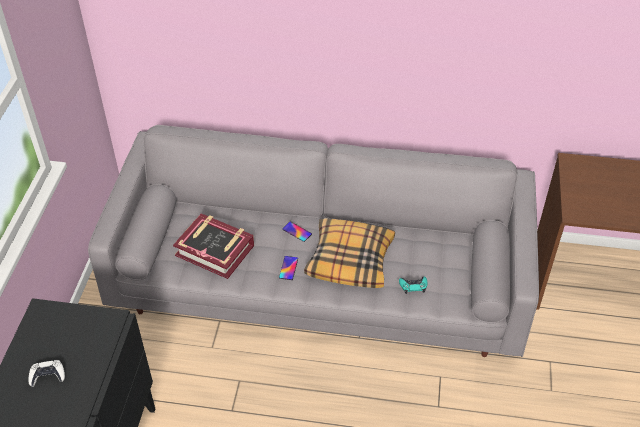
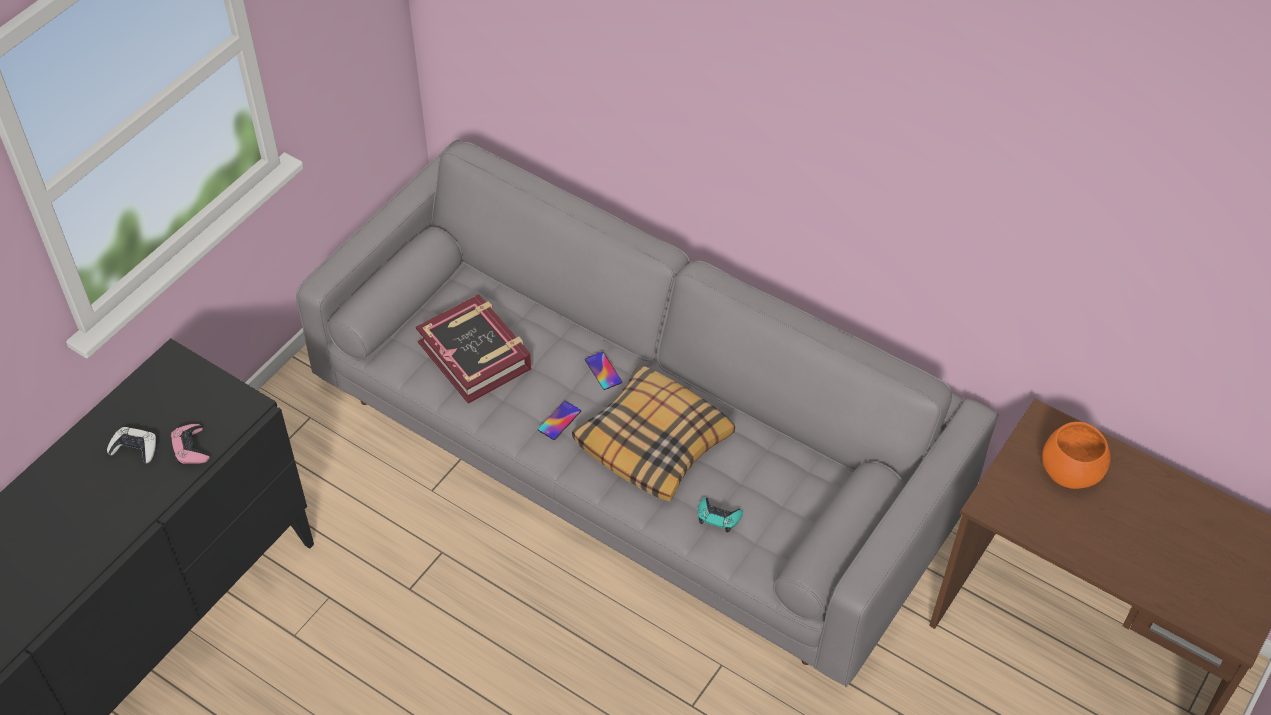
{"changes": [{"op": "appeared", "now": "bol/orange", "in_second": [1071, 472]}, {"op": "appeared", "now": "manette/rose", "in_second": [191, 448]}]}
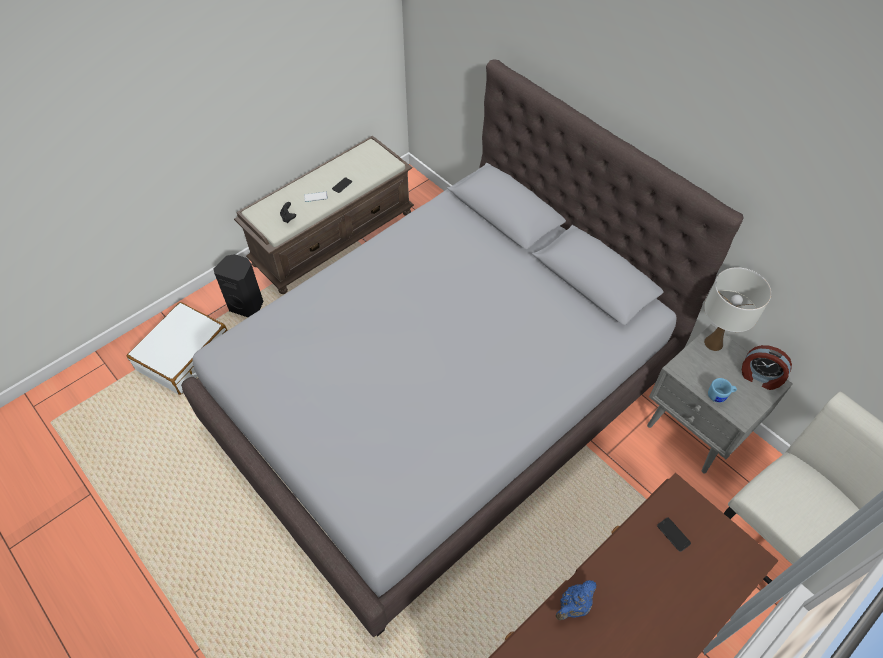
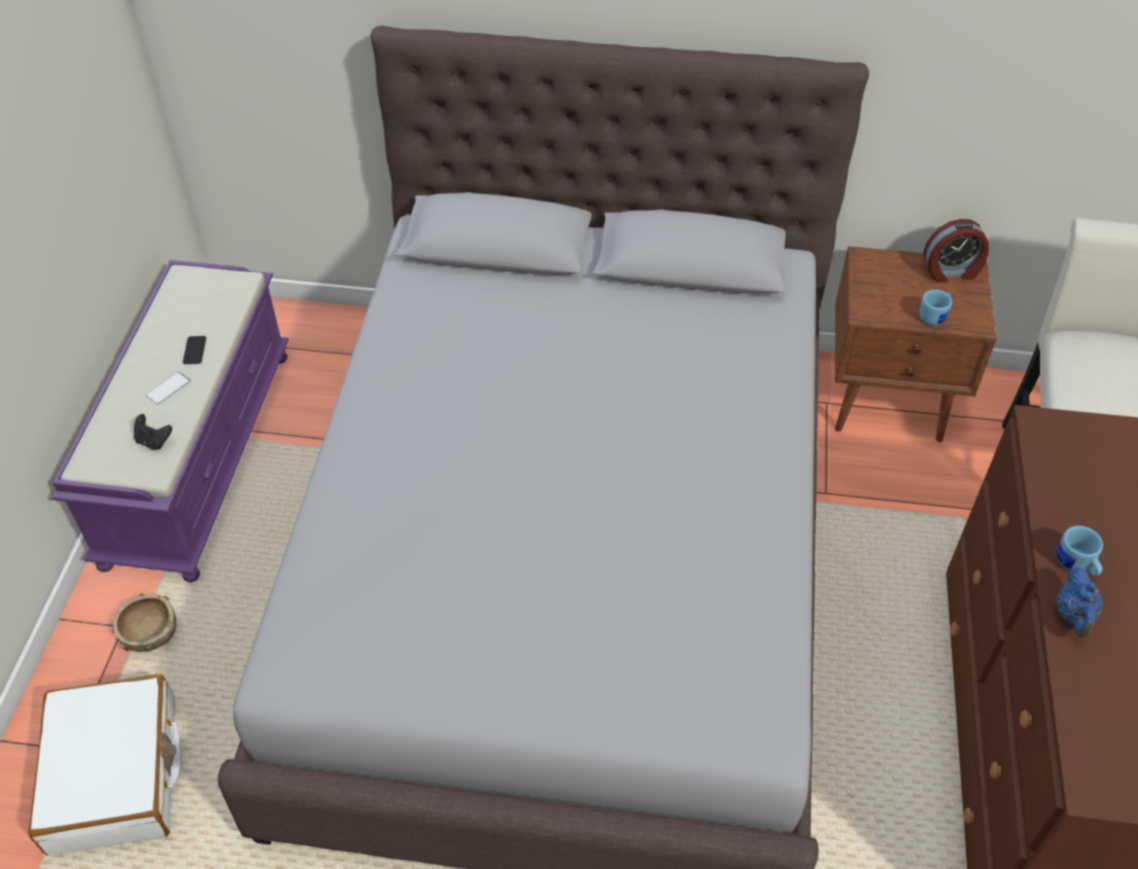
{"changes": [{"op": "colour", "was": "banc/marron", "now": "banc/violet", "in_first": [334, 237], "in_second": [198, 454]}, {"op": "exchanged", "was": "enceinte/noir", "now": "bol/marron", "in_first": [247, 305], "in_second": [150, 633]}, {"op": "missing", "was": "lampe de table/blanc", "in_first": [713, 343]}, {"op": "colour", "was": "table de chevet/gris", "now": "table de chevet/marron", "in_first": [695, 430], "in_second": [889, 401]}, {"op": "missing", "was": "téléphone", "in_first": [673, 534]}, {"op": "appeared", "now": "mug/bleu", "in_second": [1076, 566]}]}
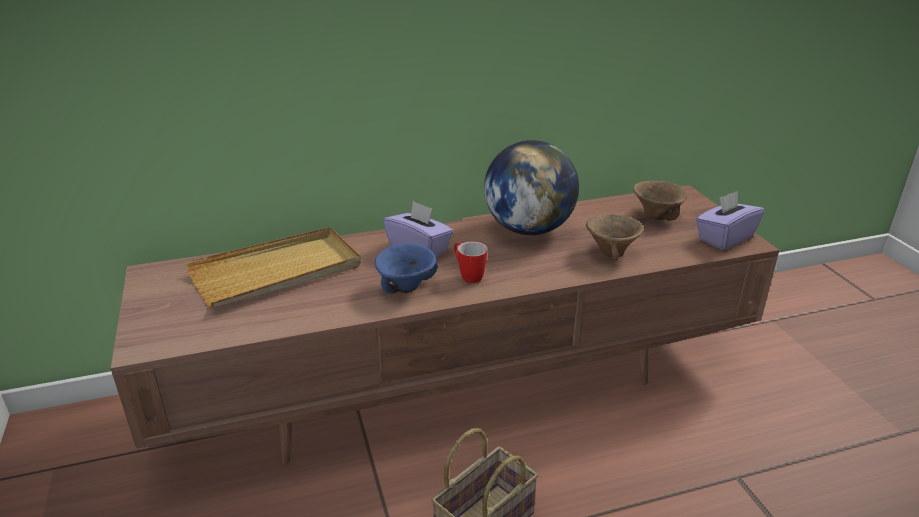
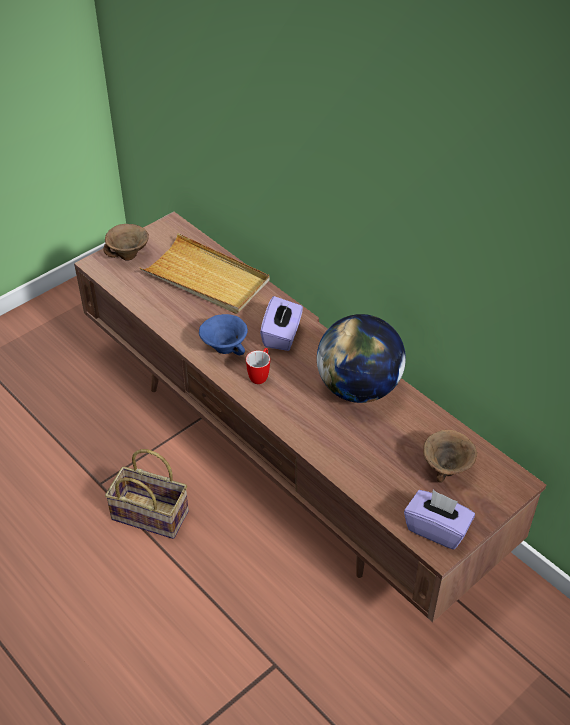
{"changes": [{"op": "relocated", "was": "bol/marron", "in_first": [612, 253], "in_second": [128, 256]}]}
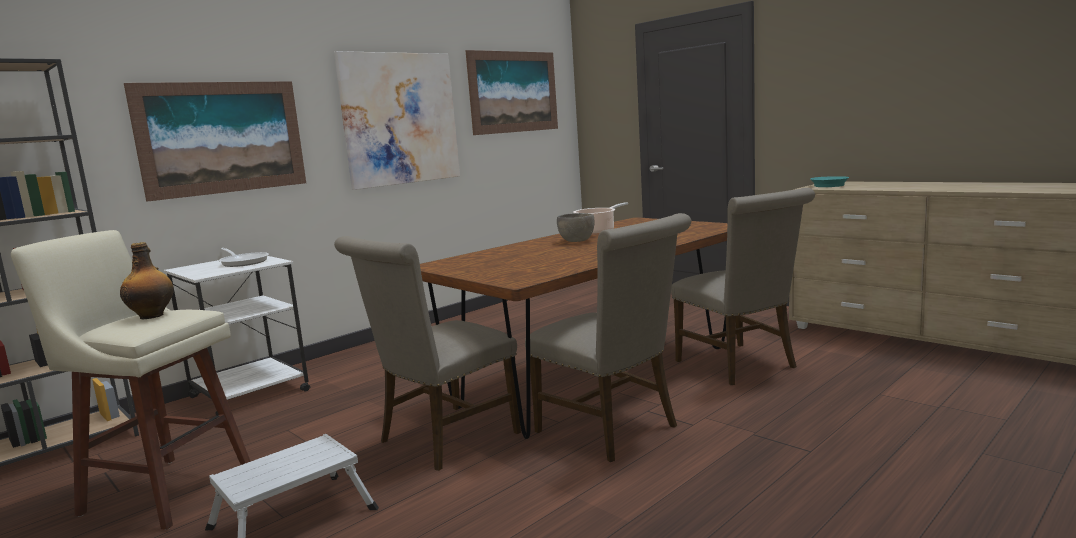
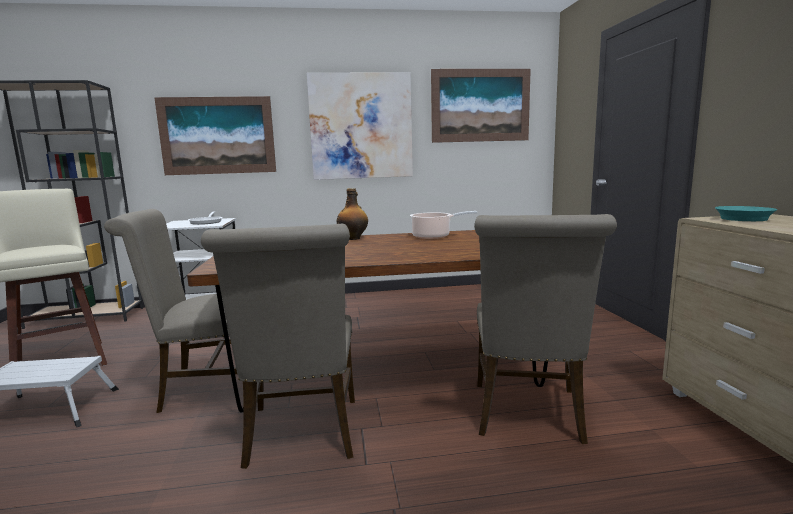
{"changes": [{"op": "missing", "was": "bol/gris", "in_first": [576, 241]}, {"op": "relocated", "was": "bouteille", "in_first": [152, 316], "in_second": [353, 238]}]}
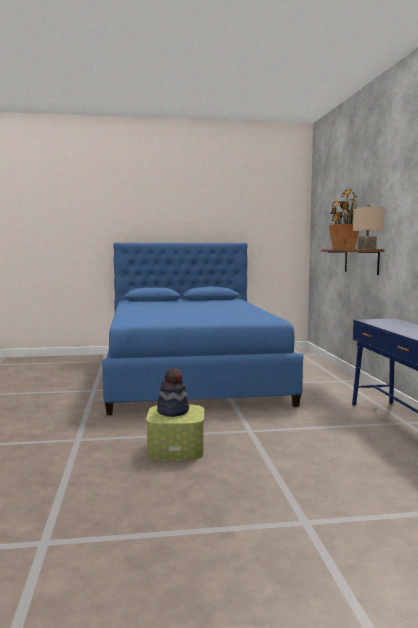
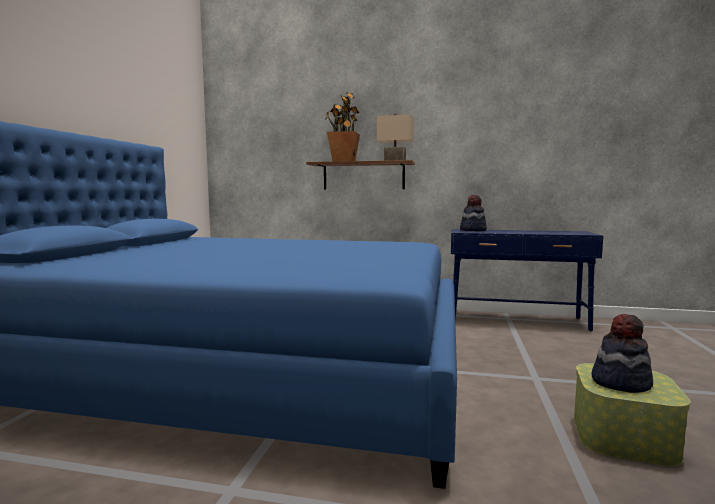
{"changes": [{"op": "appeared", "now": "chapeau", "in_second": [472, 230]}]}
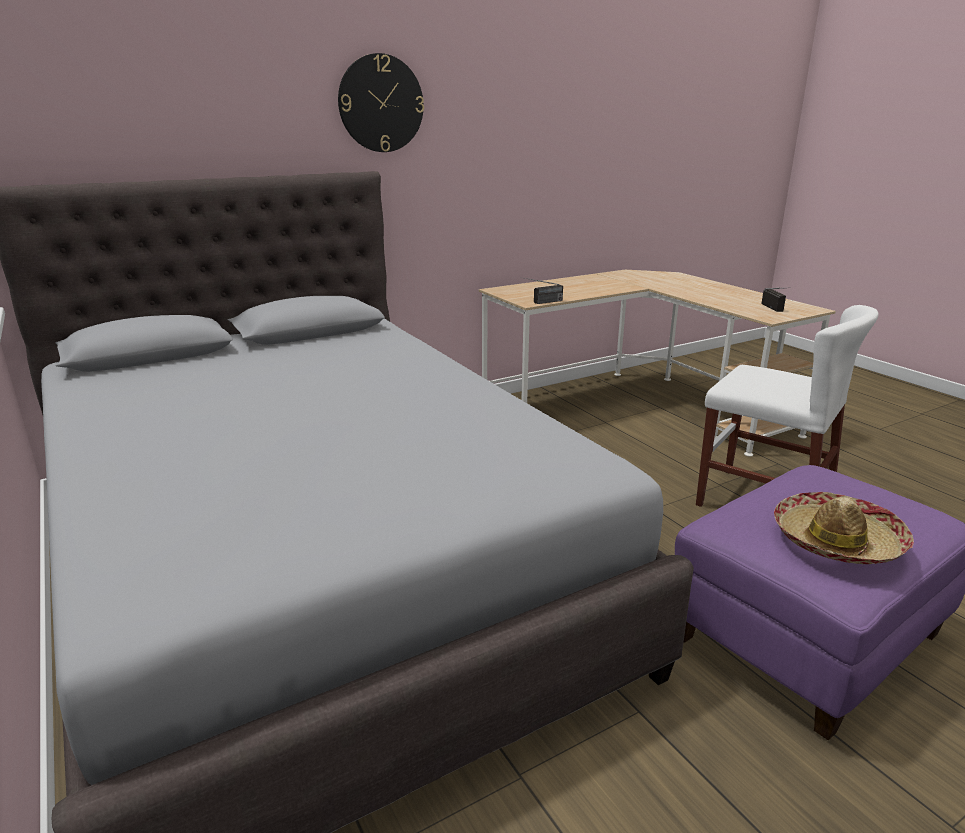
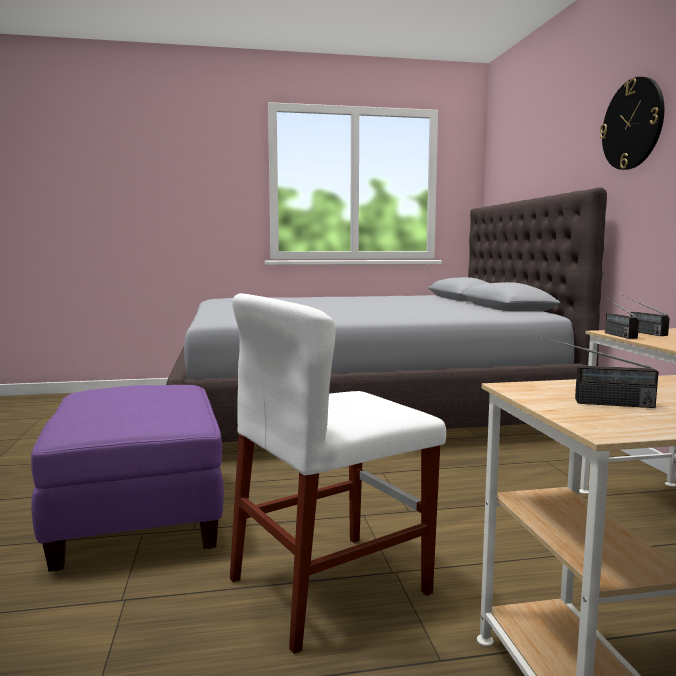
{"changes": [{"op": "missing", "was": "chapeau", "in_first": [837, 541]}, {"op": "appeared", "now": "radio", "in_second": [638, 332]}]}
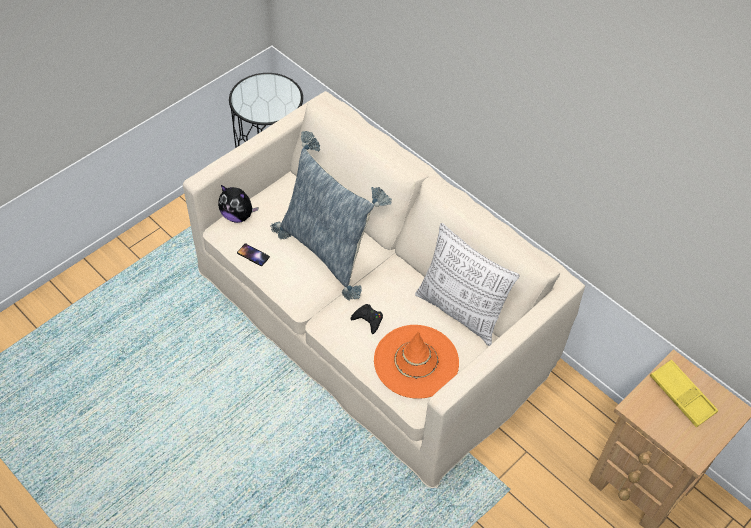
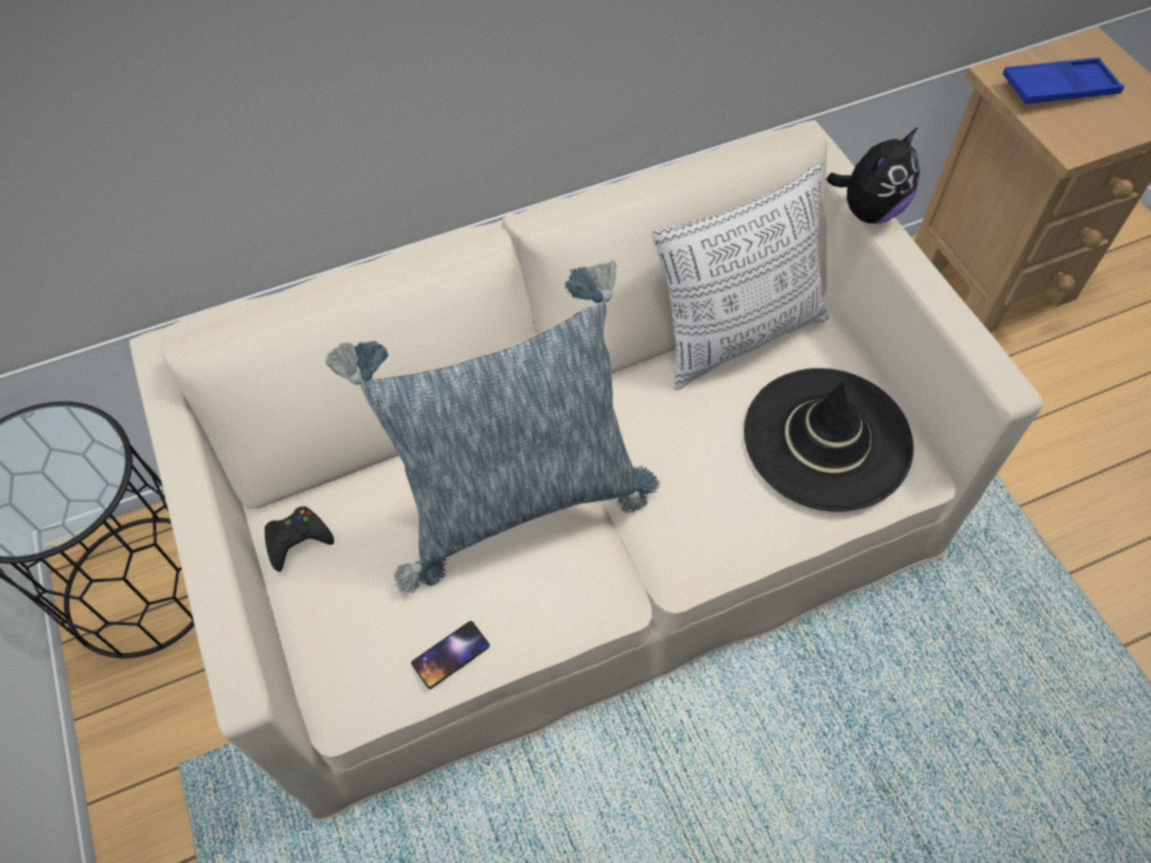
{"changes": [{"op": "relocated", "was": "peluche", "in_first": [238, 216], "in_second": [869, 210]}, {"op": "relocated", "was": "manette/noir", "in_first": [368, 320], "in_second": [297, 540]}, {"op": "colour", "was": "chapeau/orange", "now": "chapeau/noir", "in_first": [416, 362], "in_second": [827, 439]}, {"op": "colour", "was": "plateau/jaune", "now": "plateau/bleu", "in_first": [682, 396], "in_second": [1058, 88]}]}
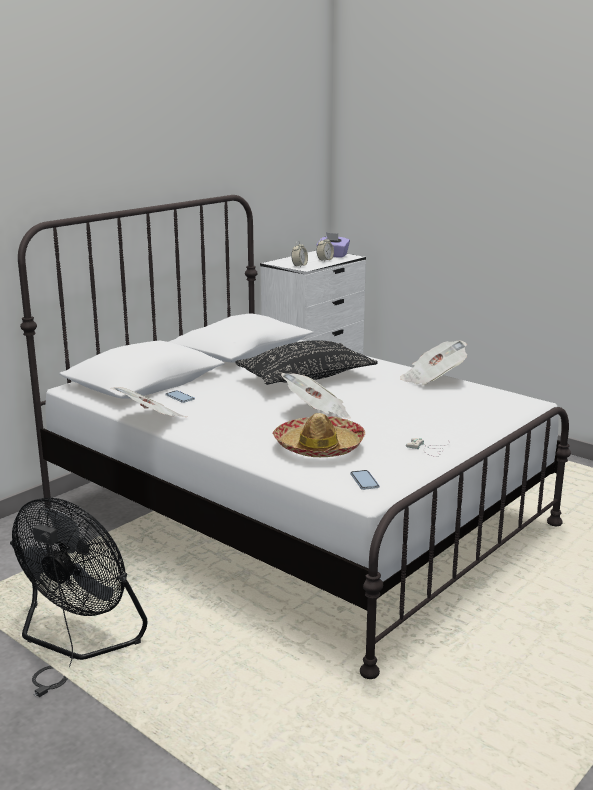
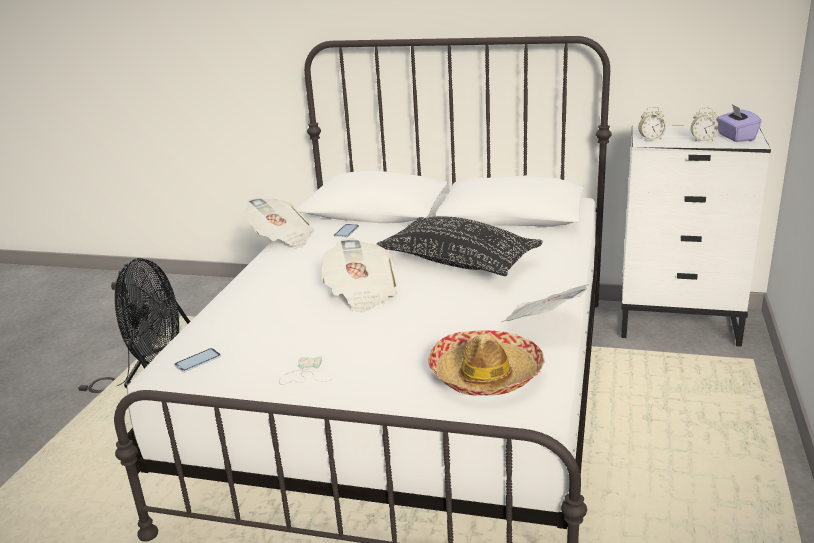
{"changes": [{"op": "relocated", "was": "chapeau", "in_first": [319, 447], "in_second": [485, 374]}]}
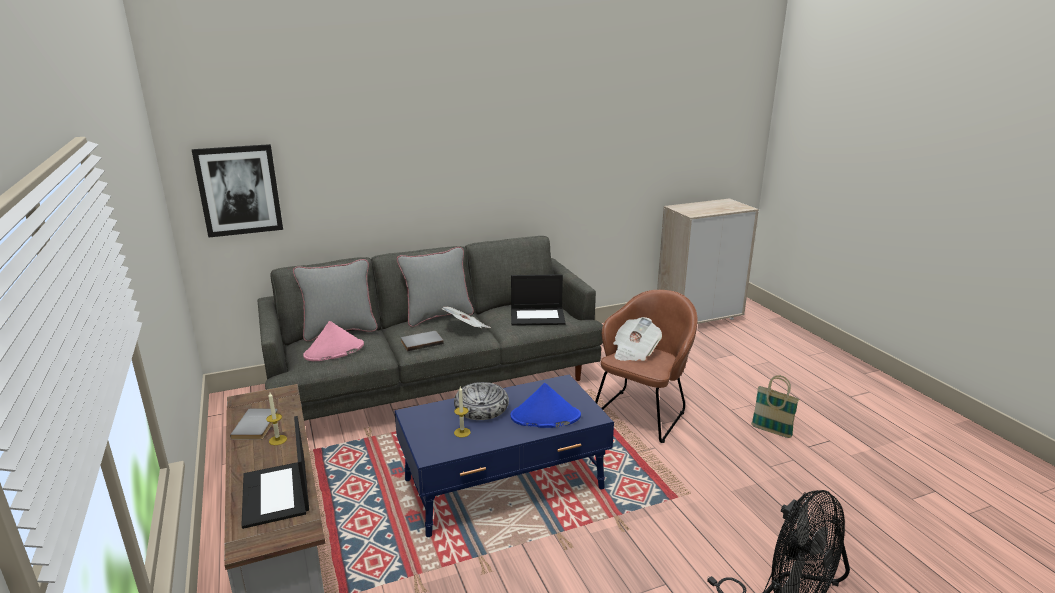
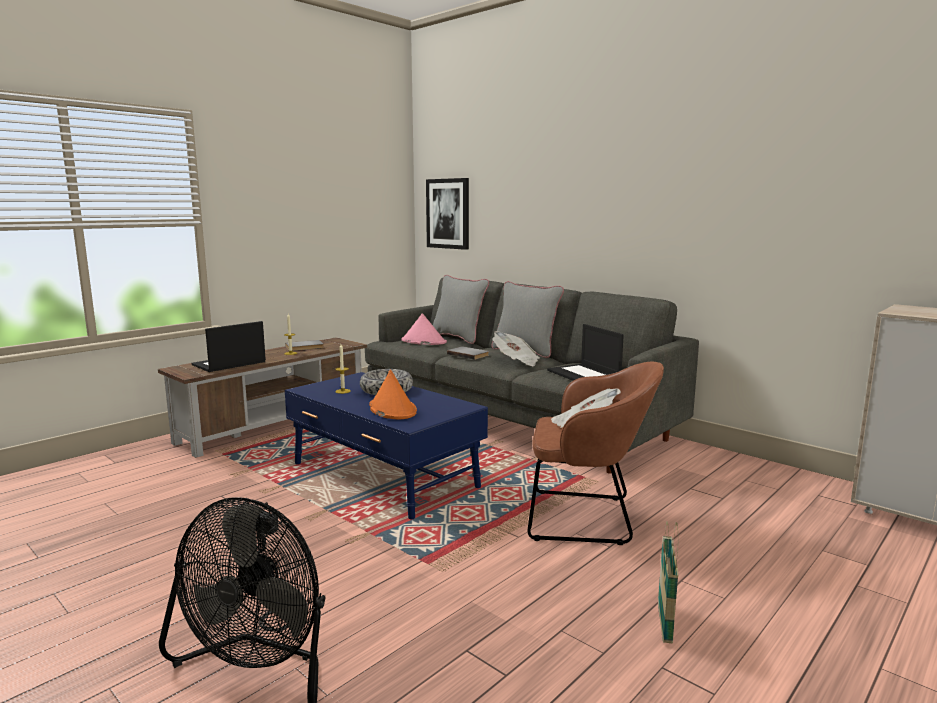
{"changes": [{"op": "colour", "was": "chapeau/bleu", "now": "chapeau/orange", "in_first": [545, 417], "in_second": [392, 409]}]}
